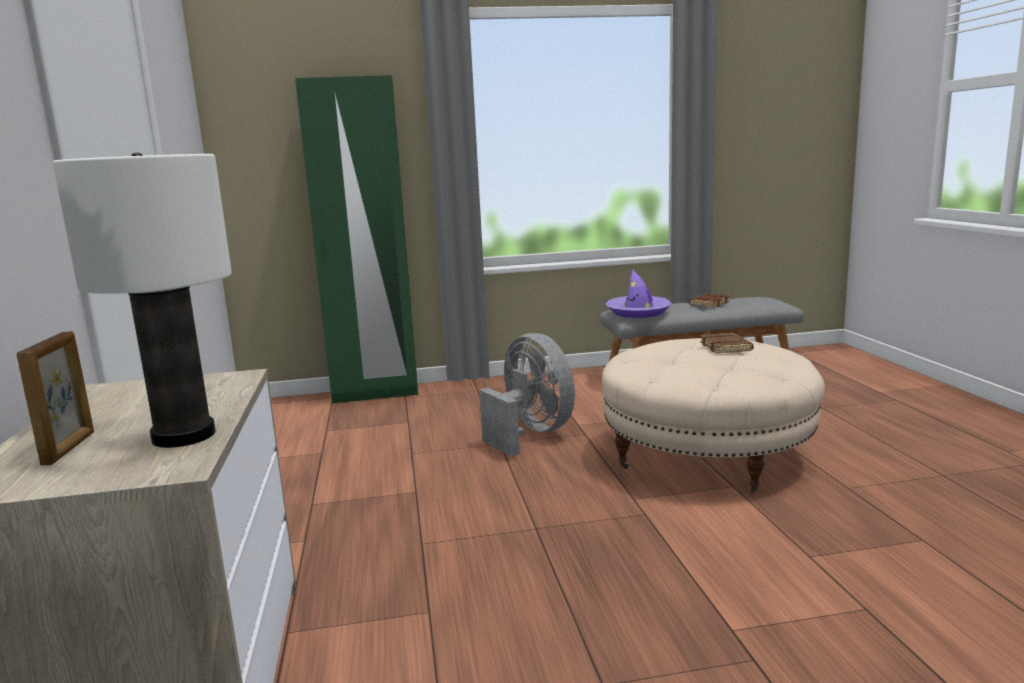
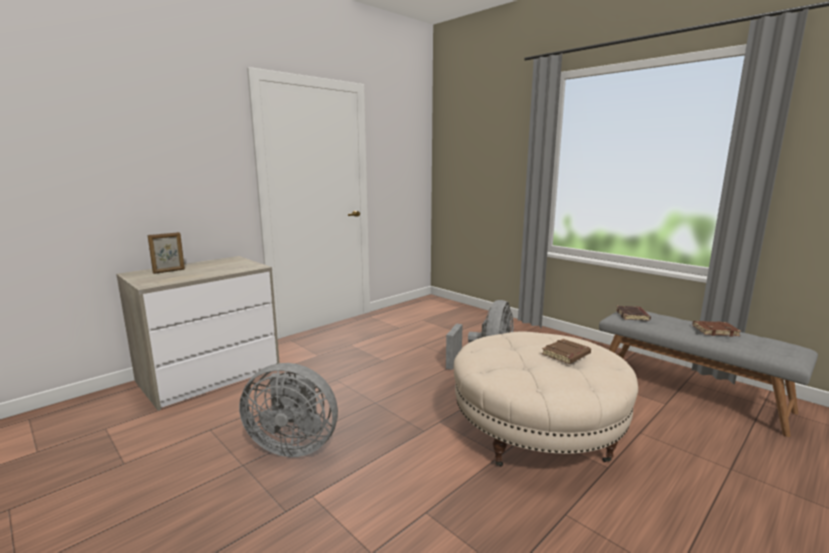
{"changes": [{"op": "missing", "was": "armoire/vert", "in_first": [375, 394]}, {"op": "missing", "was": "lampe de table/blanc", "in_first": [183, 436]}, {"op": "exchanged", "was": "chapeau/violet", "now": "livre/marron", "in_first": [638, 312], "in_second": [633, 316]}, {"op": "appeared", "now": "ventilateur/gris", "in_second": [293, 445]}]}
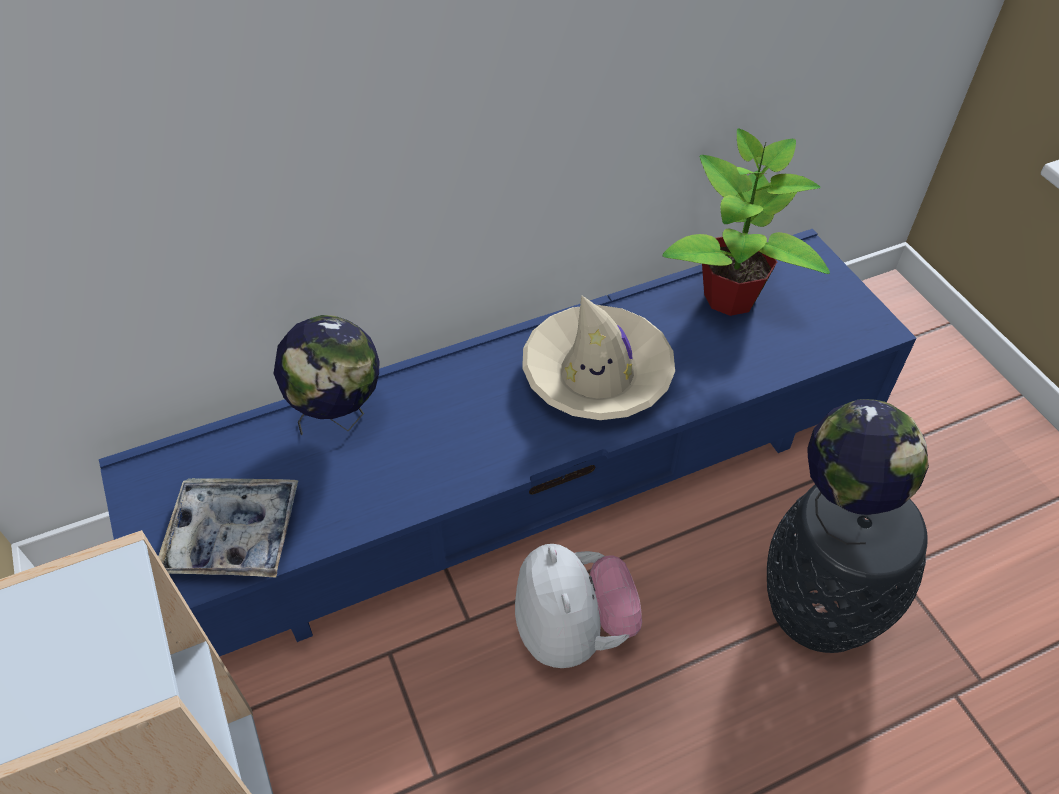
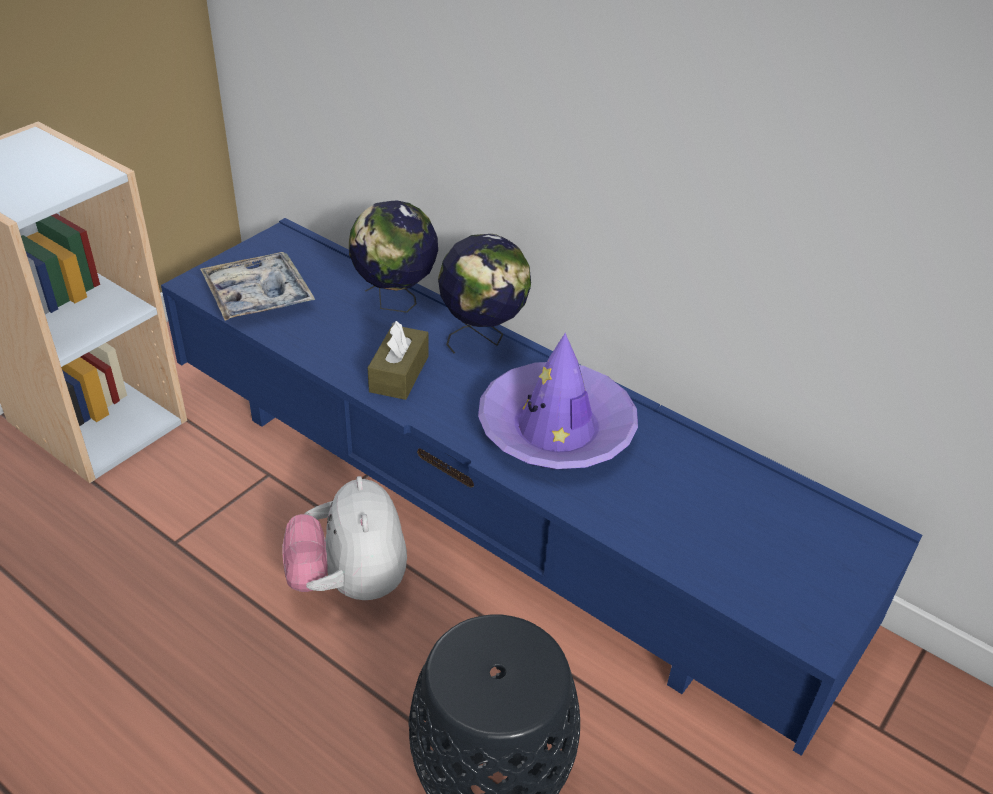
{"changes": [{"op": "missing", "was": "plante en pot", "in_first": [730, 298]}, {"op": "colour", "was": "chapeau/beige", "now": "chapeau/violet", "in_first": [597, 373], "in_second": [556, 429]}, {"op": "relocated", "was": "globe", "in_first": [843, 504], "in_second": [482, 337]}, {"op": "spun", "was": "peluche", "in_first": [573, 630], "in_second": [350, 582], "clockwise": 120}, {"op": "appeared", "now": "boîte à mouchoirs/marron", "in_second": [399, 374]}]}
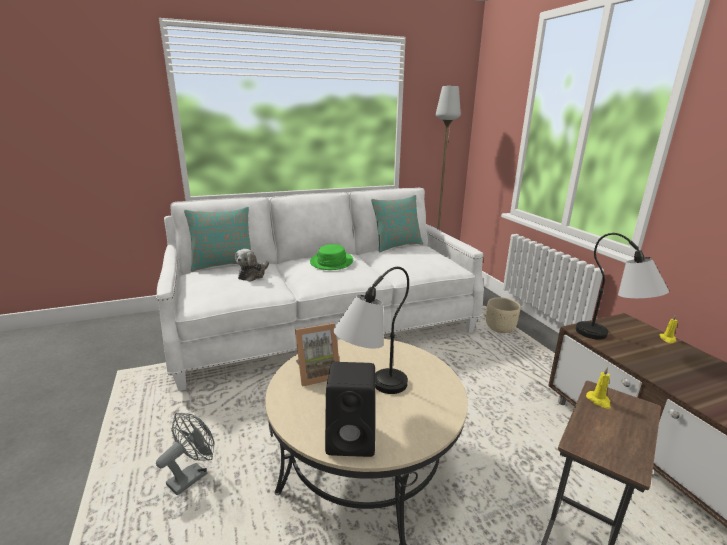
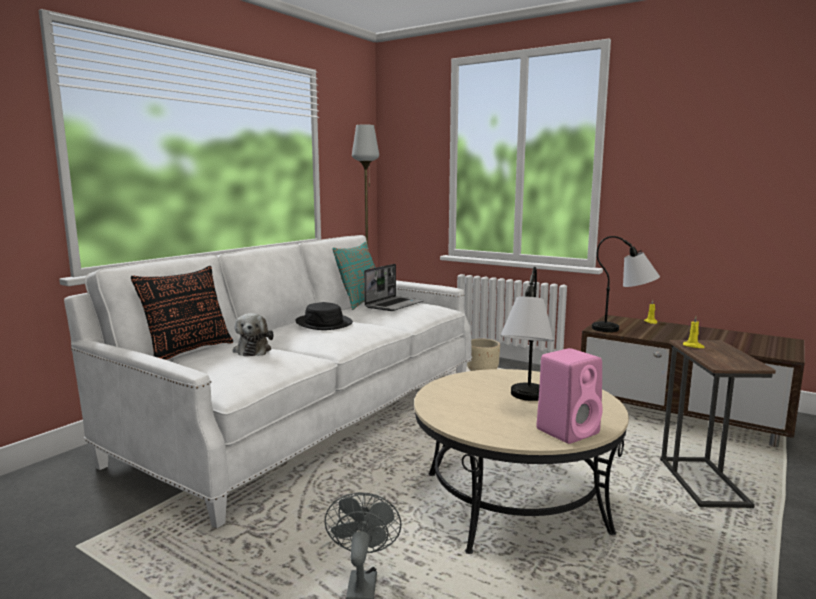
{"changes": [{"op": "colour", "was": "coussin/turquoise", "now": "coussin/noir", "in_first": [223, 265], "in_second": [189, 351]}, {"op": "colour", "was": "chapeau/vert", "now": "chapeau/noir", "in_first": [332, 262], "in_second": [324, 323]}, {"op": "missing", "was": "cadre photo", "in_first": [317, 374]}, {"op": "colour", "was": "enceinte/noir", "now": "enceinte/rose", "in_first": [353, 440], "in_second": [568, 431]}, {"op": "appeared", "now": "ordinateur portable", "in_second": [394, 305]}]}
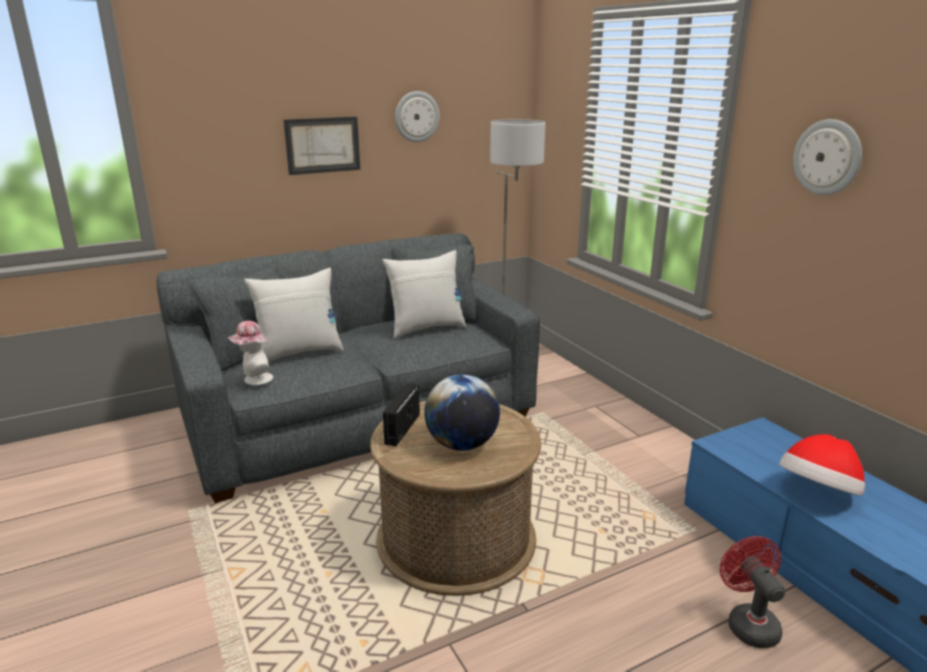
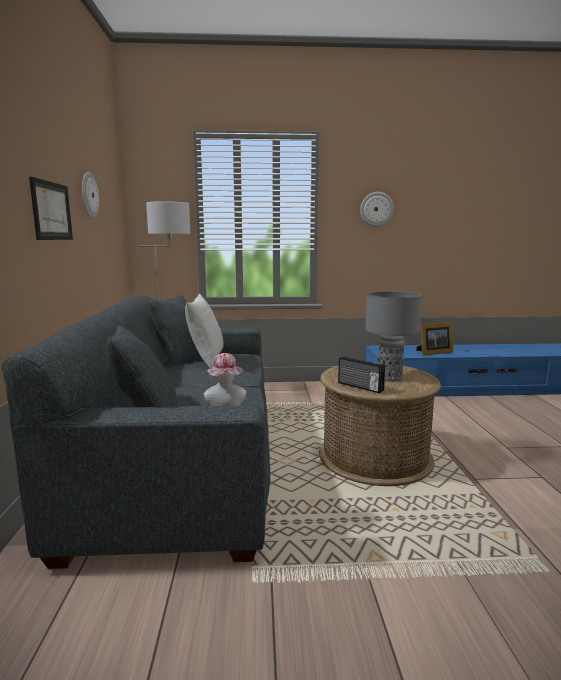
{"changes": [{"op": "missing", "was": "coussin/gris", "in_first": [299, 354]}, {"op": "exchanged", "was": "globe", "now": "lampe de table/gris", "in_first": [462, 444], "in_second": [390, 378]}, {"op": "exchanged", "was": "chapeau", "now": "cadre photo", "in_first": [818, 492], "in_second": [433, 352]}, {"op": "missing", "was": "ventilateur/rouge", "in_first": [748, 623]}]}
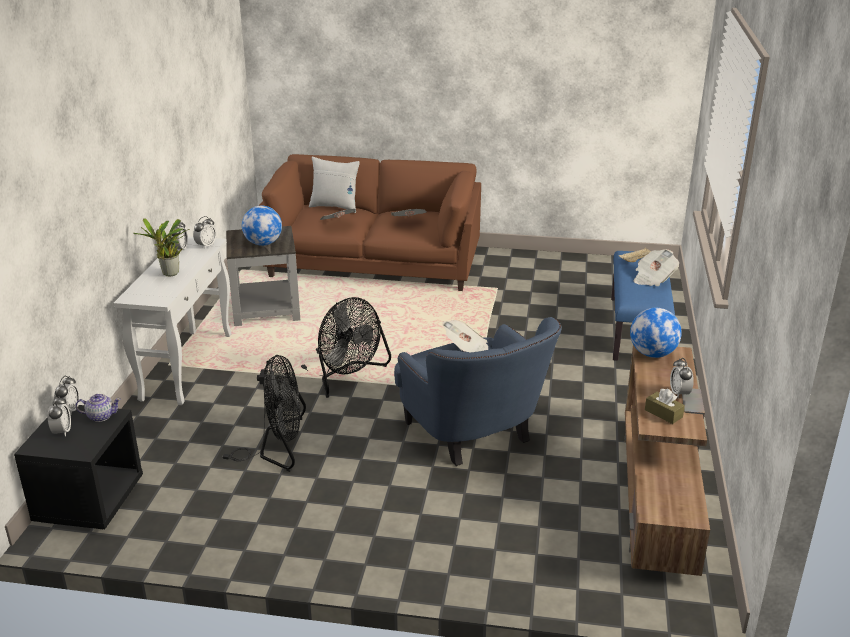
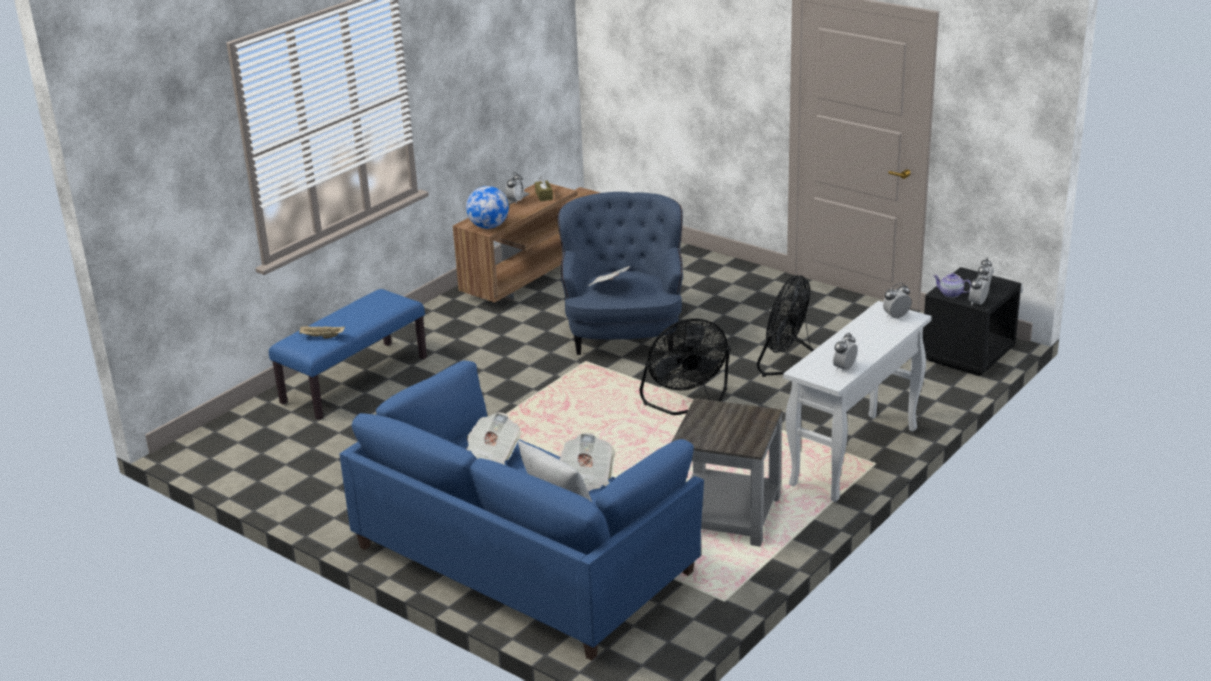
{"changes": [{"op": "colour", "was": "canapé/marron", "now": "canapé/bleu", "in_first": [374, 263], "in_second": [525, 558]}, {"op": "missing", "was": "globe", "in_first": [263, 243]}, {"op": "relocated", "was": "réveil", "in_first": [206, 245], "in_second": [896, 317]}, {"op": "missing", "was": "plante en pot", "in_first": [170, 274]}, {"op": "missing", "was": "journal", "in_first": [653, 279]}]}
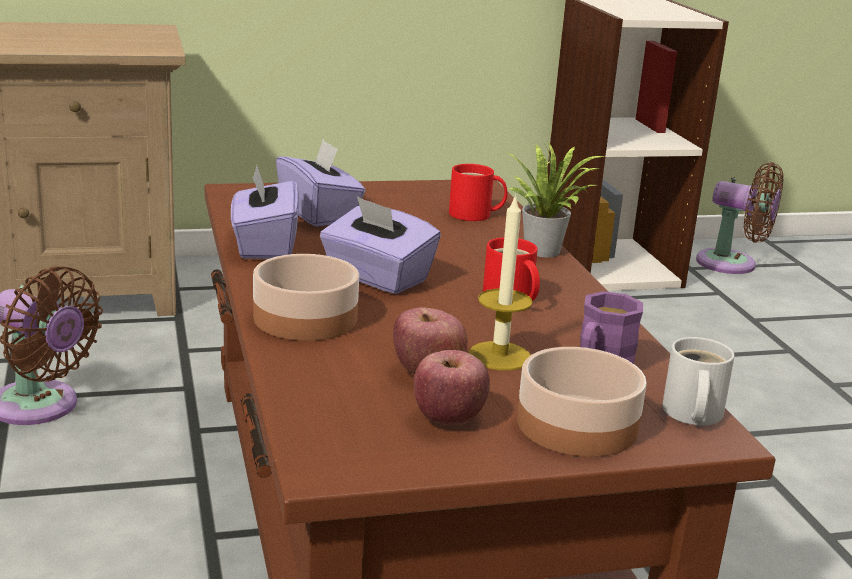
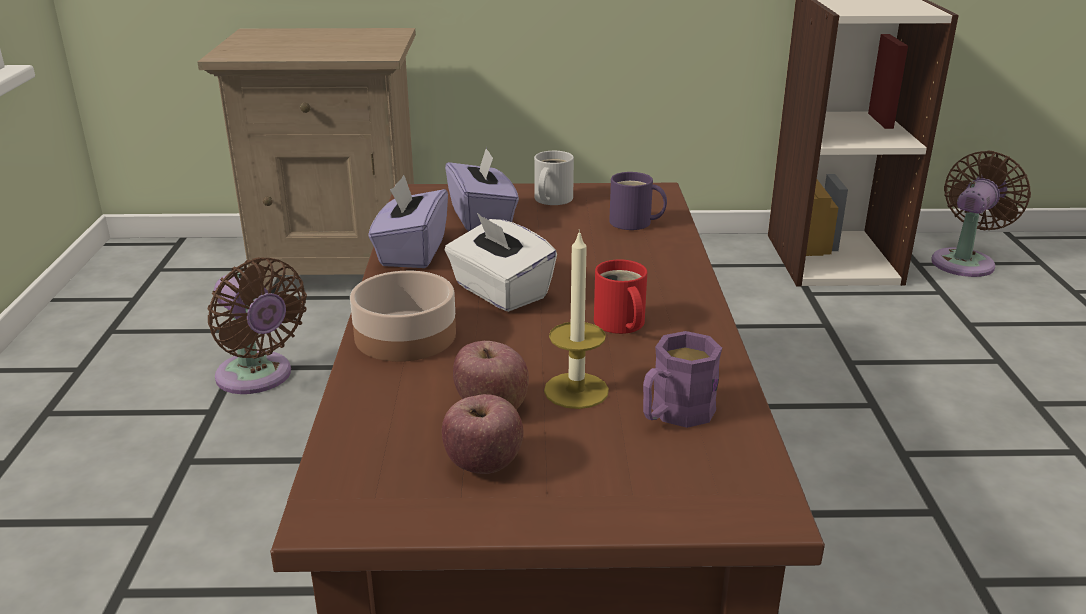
{"changes": [{"op": "missing", "was": "plante en pot", "in_first": [545, 249]}, {"op": "spun", "was": "ventilateur/marron", "in_first": [732, 264], "in_second": [965, 261], "clockwise": -90}, {"op": "colour", "was": "mug/rouge", "now": "mug/violet", "in_first": [474, 215], "in_second": [634, 223]}, {"op": "colour", "was": "boîte à mouchoirs/violet", "now": "boîte à mouchoirs/blanc", "in_first": [377, 278], "in_second": [499, 292]}, {"op": "relocated", "was": "mug/blanc", "in_first": [690, 413], "in_second": [550, 199]}, {"op": "missing", "was": "bol", "in_first": [577, 424]}]}
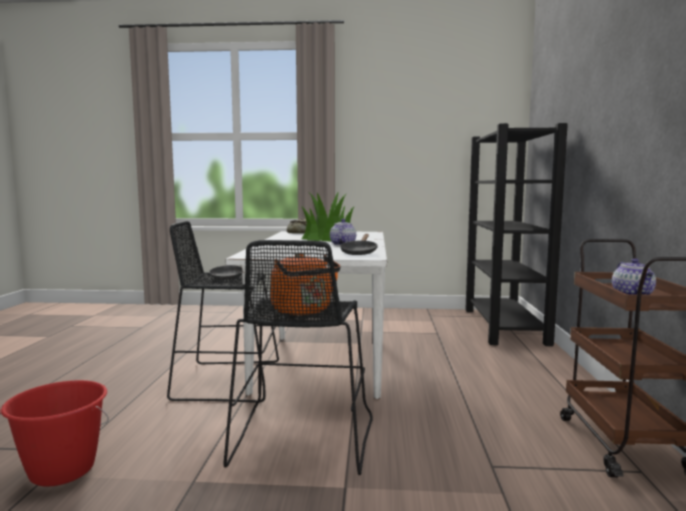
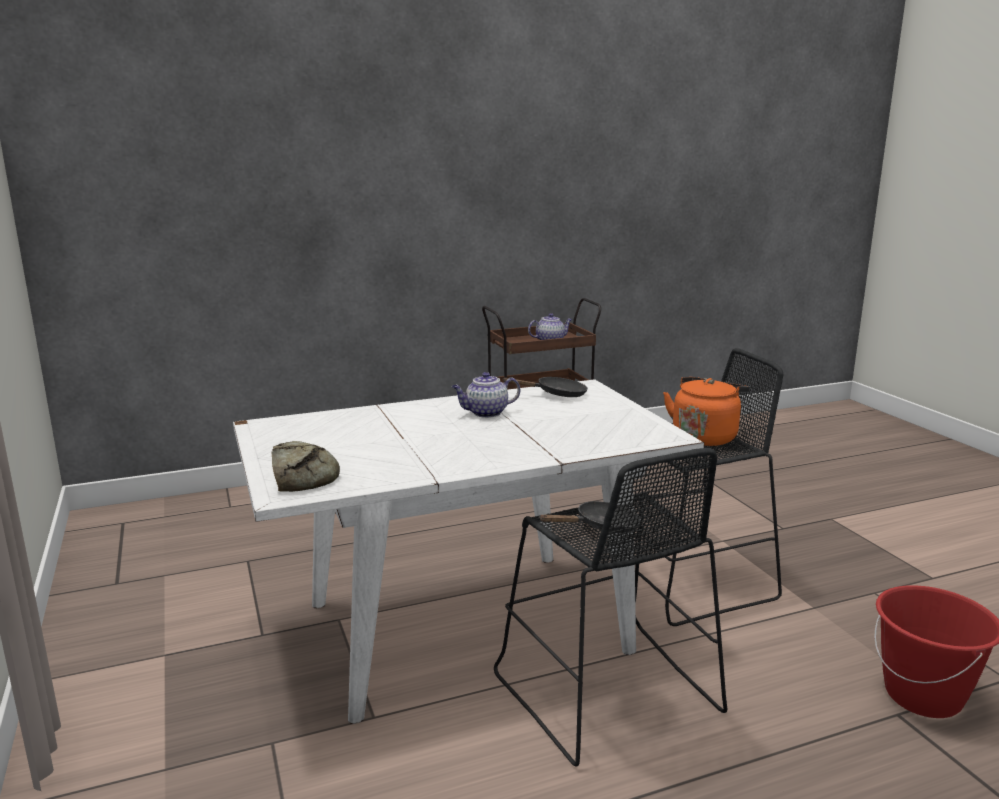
{"changes": [{"op": "missing", "was": "bibliothèque/noir", "in_first": [504, 326]}, {"op": "missing", "was": "plante en pot", "in_first": [328, 238]}]}
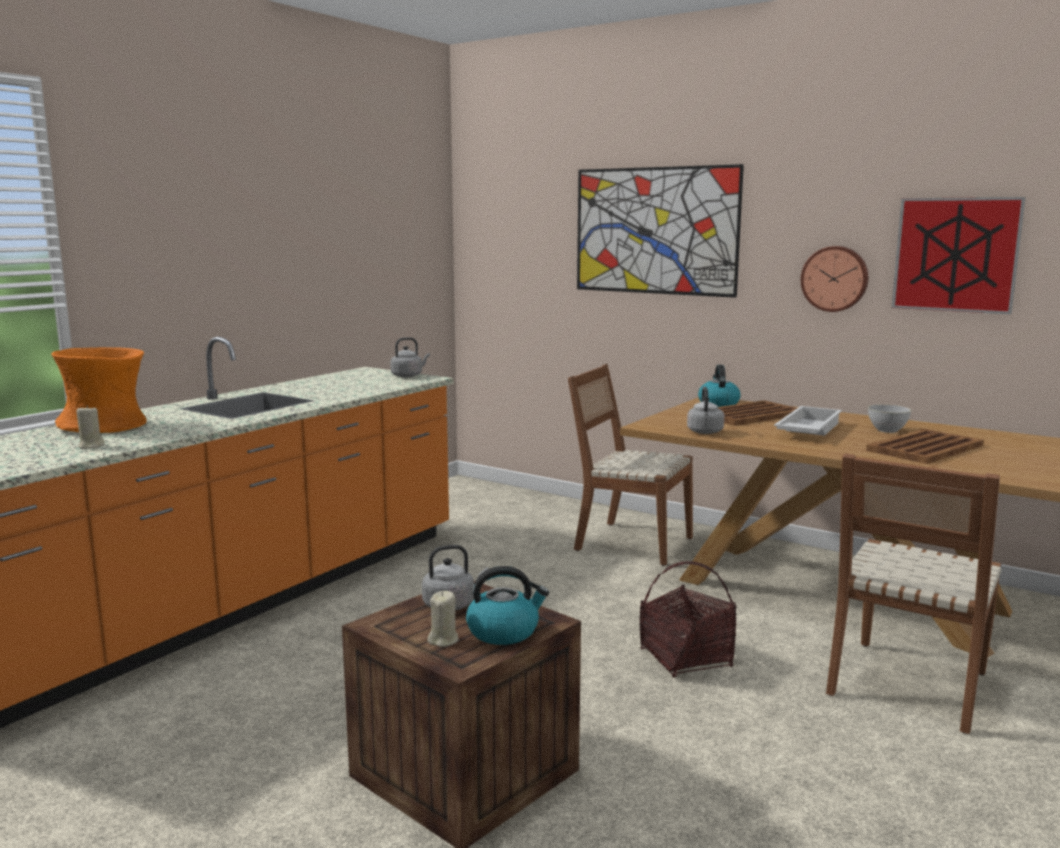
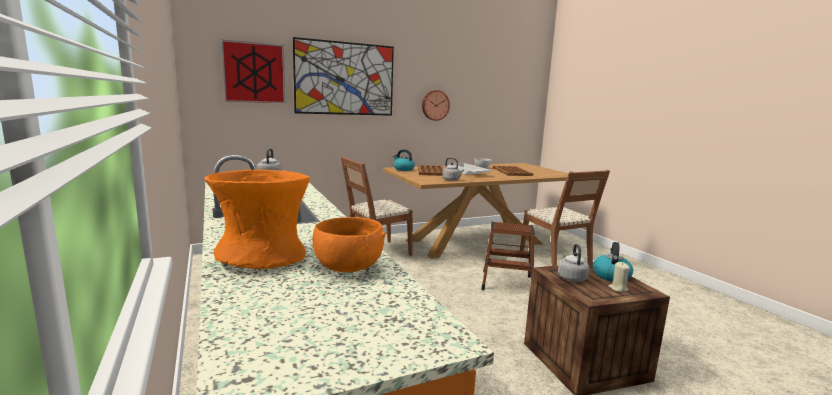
{"changes": [{"op": "relocated", "was": "tableau", "in_first": [956, 254], "in_second": [254, 72]}, {"op": "exchanged", "was": "bougie/beige", "now": "bol/orange", "in_first": [91, 446], "in_second": [348, 268]}, {"op": "exchanged", "was": "panier", "now": "escabeau/marron", "in_first": [686, 658], "in_second": [507, 282]}]}
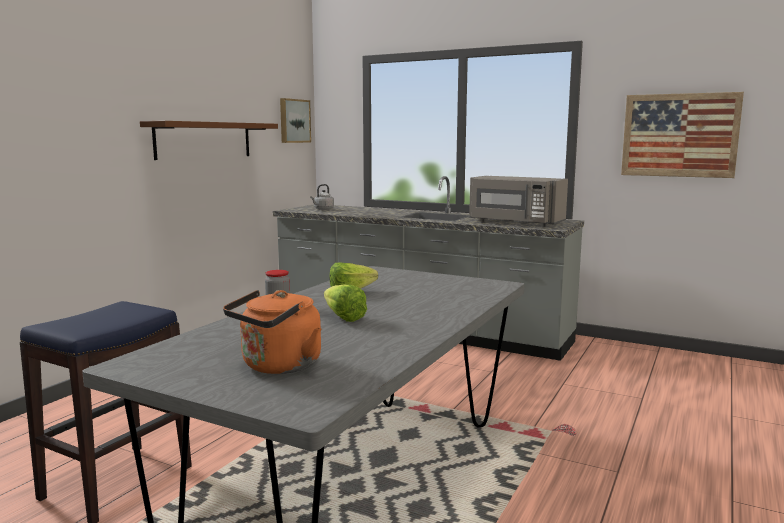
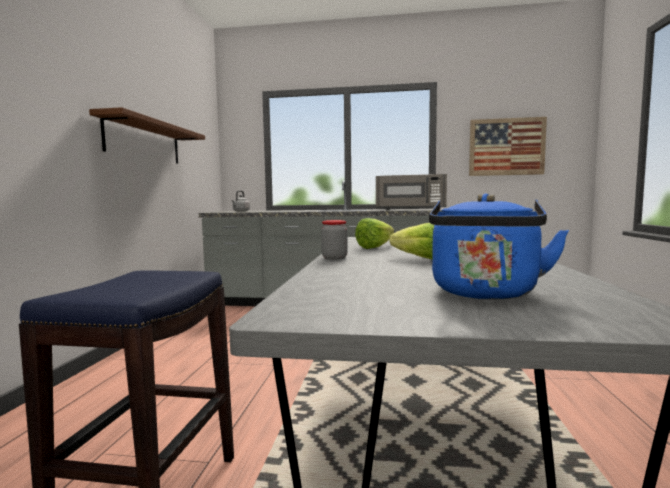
{"changes": [{"op": "missing", "was": "tableau", "in_first": [294, 121]}, {"op": "colour", "was": "bouilloire/orange", "now": "bouilloire/bleu", "in_first": [278, 366], "in_second": [485, 294]}]}
